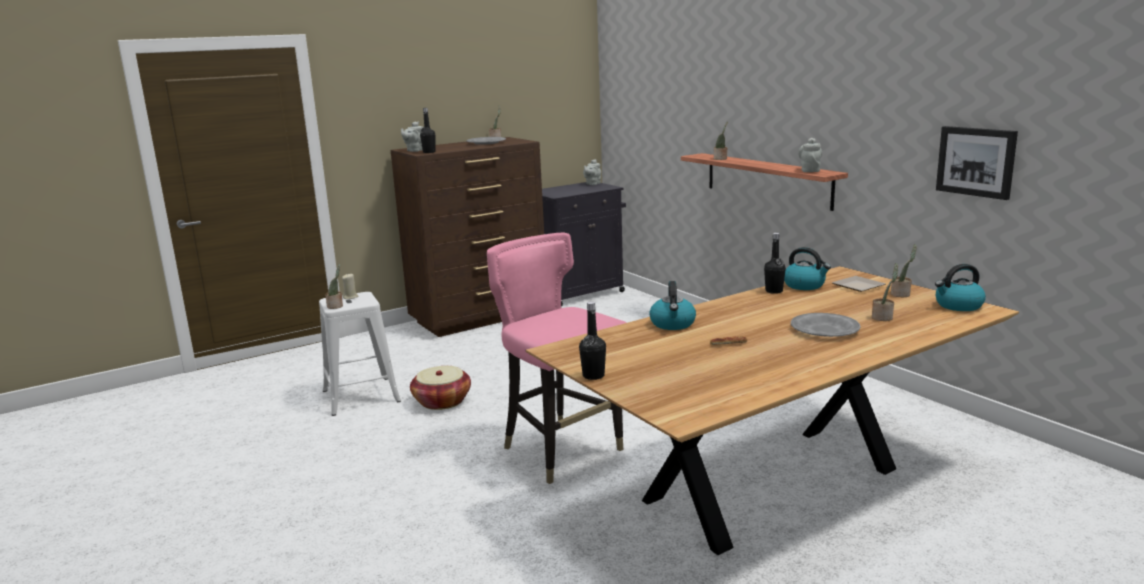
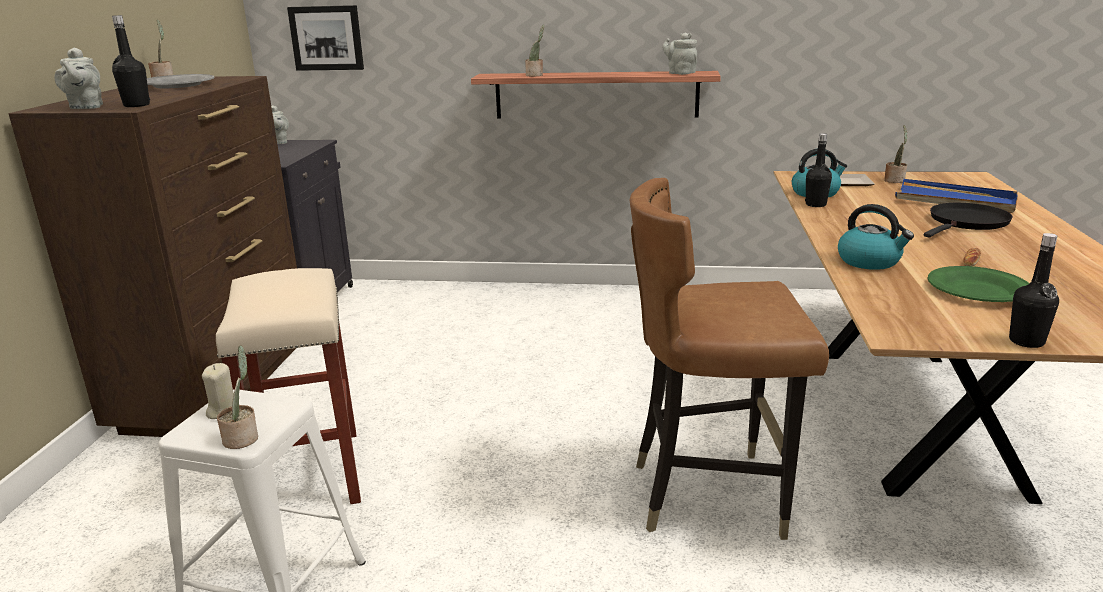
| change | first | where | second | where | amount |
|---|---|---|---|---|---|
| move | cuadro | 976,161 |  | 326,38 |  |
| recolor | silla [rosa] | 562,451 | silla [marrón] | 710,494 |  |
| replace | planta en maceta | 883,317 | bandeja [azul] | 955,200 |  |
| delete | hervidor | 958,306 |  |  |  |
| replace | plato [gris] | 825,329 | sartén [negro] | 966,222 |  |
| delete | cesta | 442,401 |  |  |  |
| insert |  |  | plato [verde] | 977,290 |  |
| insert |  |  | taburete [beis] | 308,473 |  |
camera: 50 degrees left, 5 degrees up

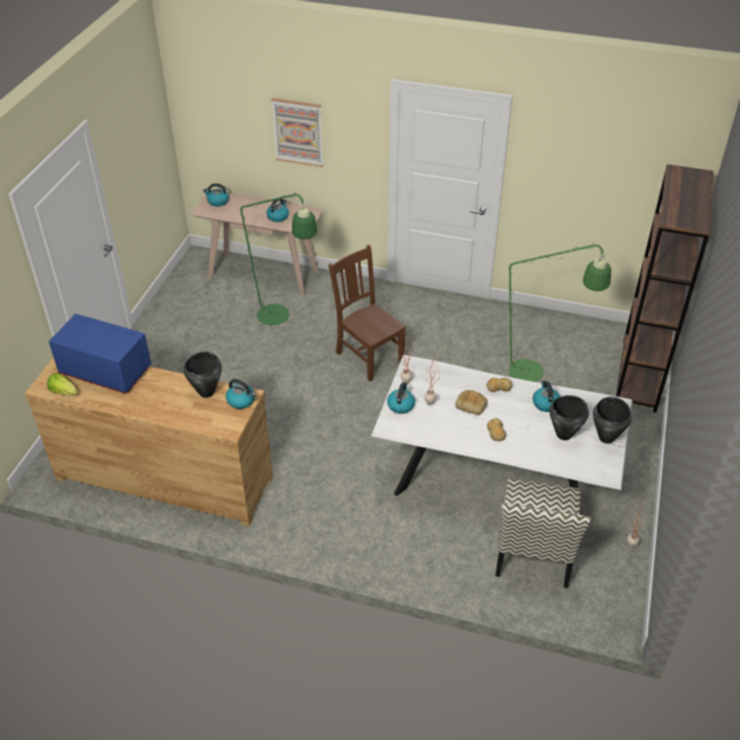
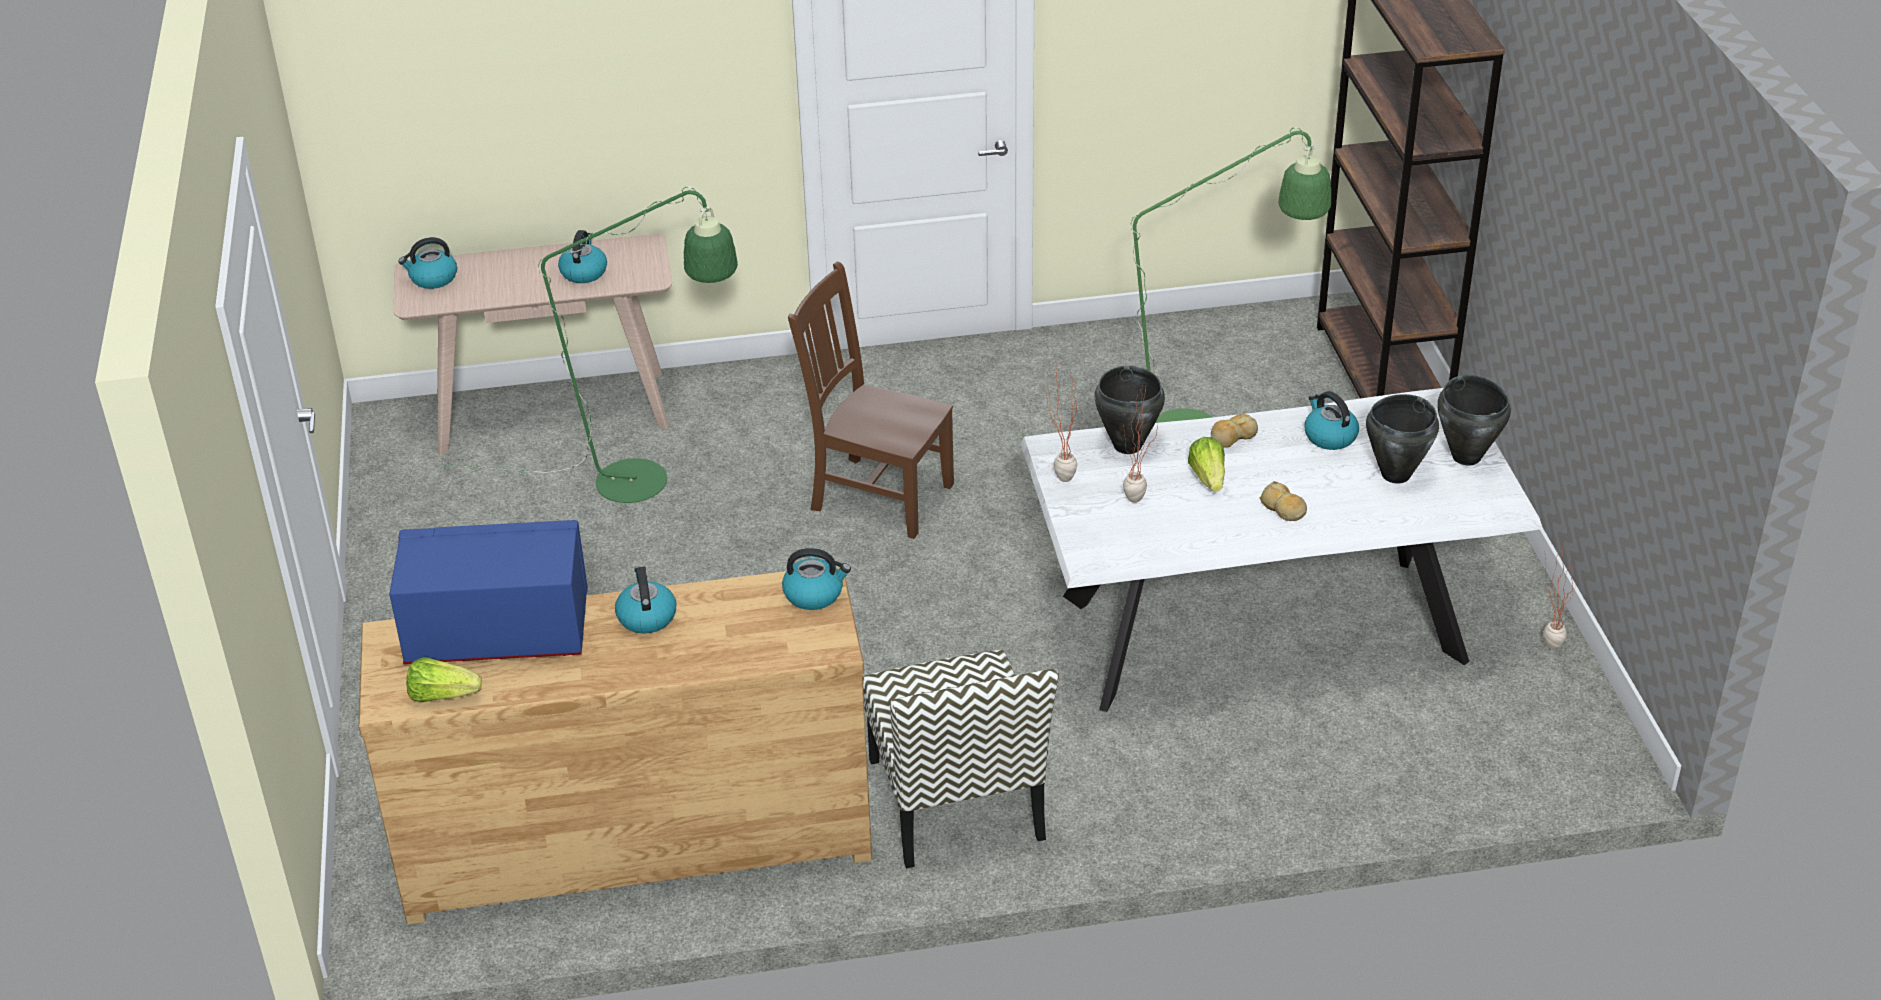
| change | first | where | second | where | amount |
|---|---|---|---|---|---|
| delete | cuadro | 298,132 |  |  |  |
| move | olla [negro] | 206,392 |  | 1127,446 |  |
| move | hervidor | 400,405 |  | 646,617 |  |
| replace | pan | 472,404 | lechuga | 1208,478 |  |
| move | silla | 534,551 |  | 957,801 |  |
camera: 25 degrees left, 5 degrees down

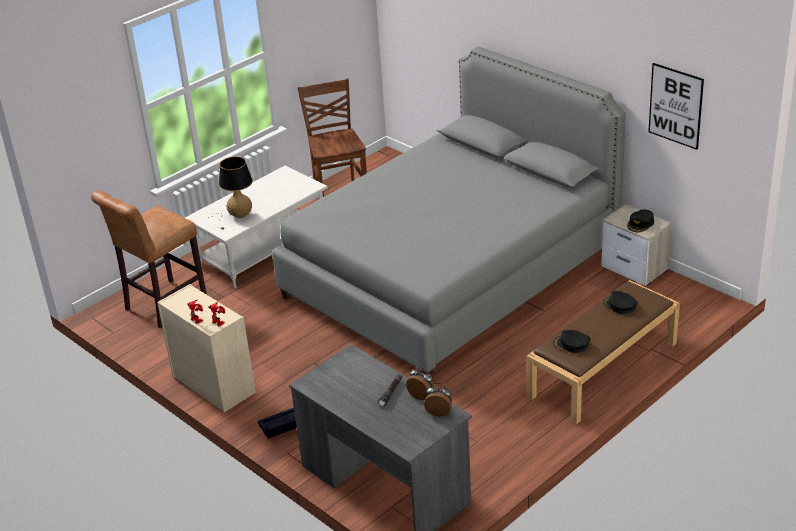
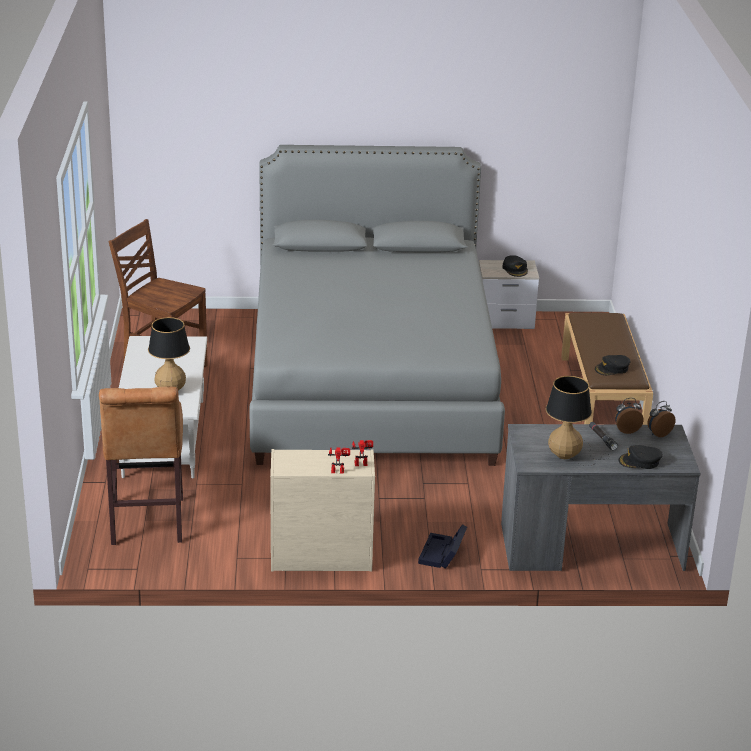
| change | first | where | second | where | amount |
|---|---|---|---|---|---|
| delete | cuadro | 675,106 |  |  |  |
| move | gorra [negro] | 619,306 |  | 640,461 |  |
| insert |  |  | lámpara de mesa | 570,455 |  |
camera: 50 degrees left, 5 degrees down

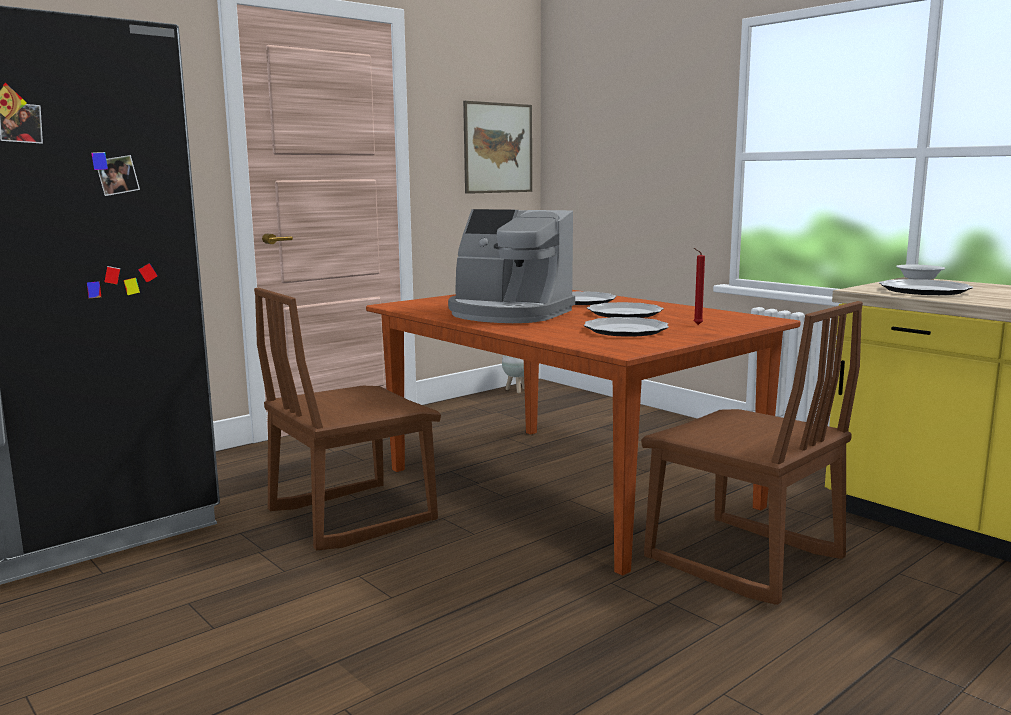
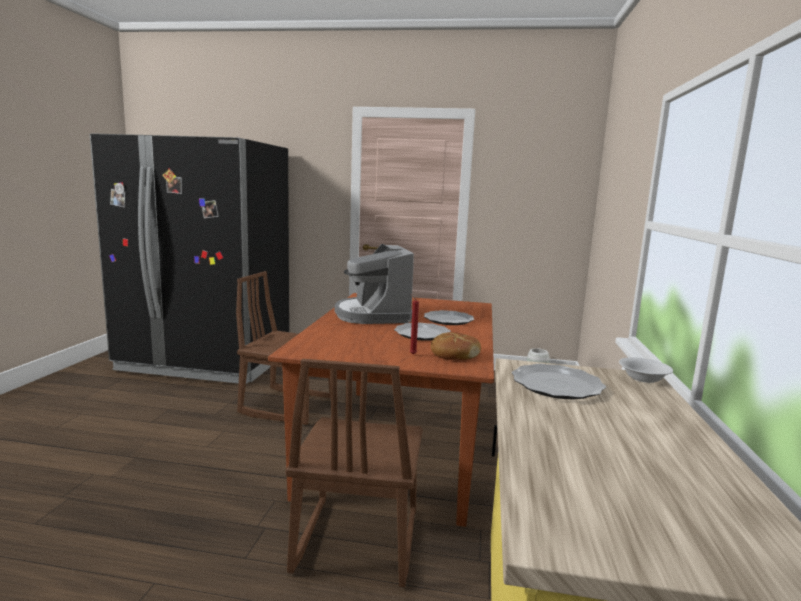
| change | first | where | second | where | amount |
|---|---|---|---|---|---|
| delete | cuadro | 498,148 |  |  |  |
| delete | plato | 625,330 |  |  |  |
| insert |  |  | pan | 454,354 |  |
camera: 50 degrees right, 0 degrees up

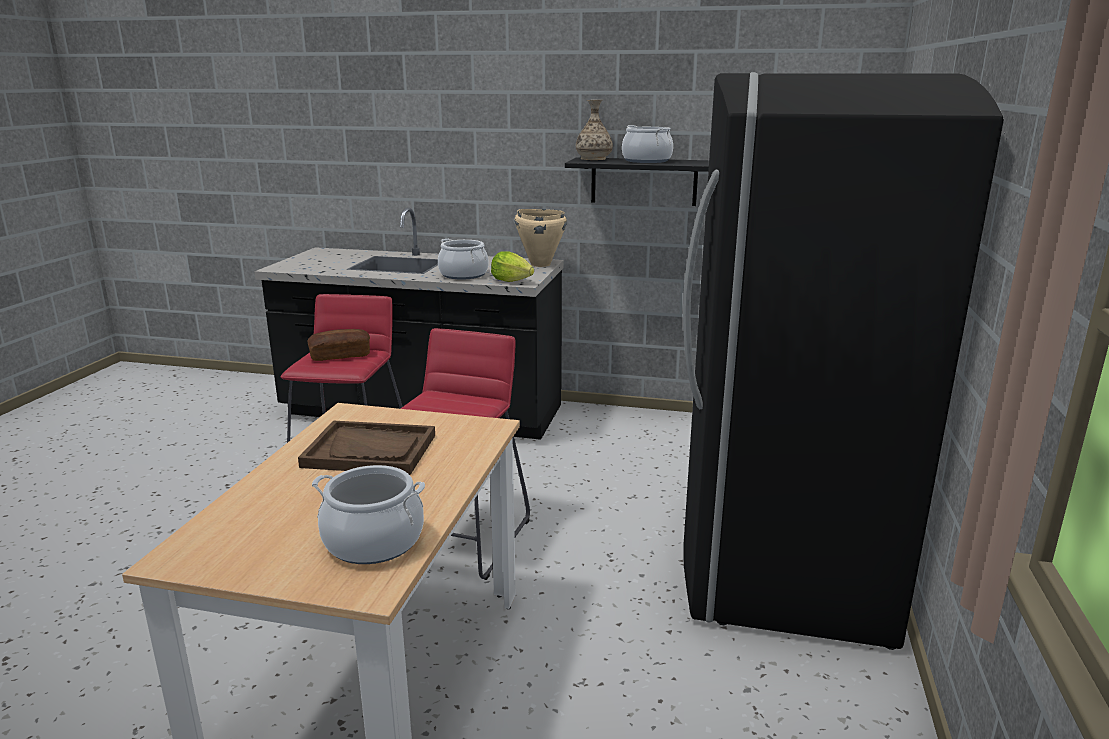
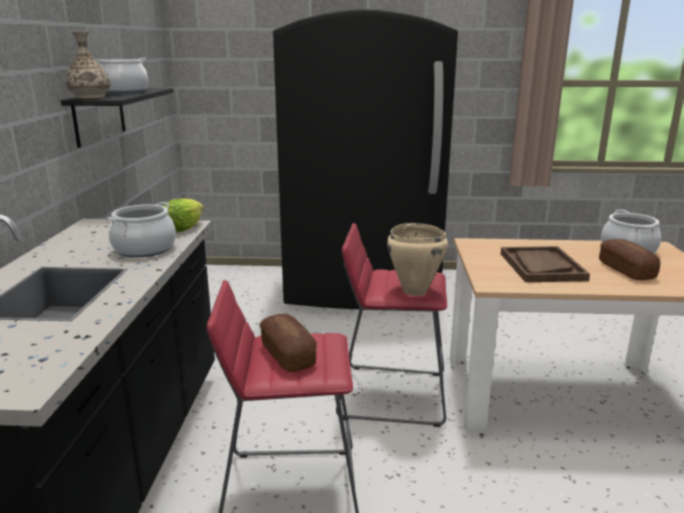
| change | first | where | second | where | amount |
|---|---|---|---|---|---|
| move | olla [beis] | 540,264 |  | 414,291 |  |
| insert |  |  | pan | 626,270 |  |
camera: 100 degrees left, 0 degrees up

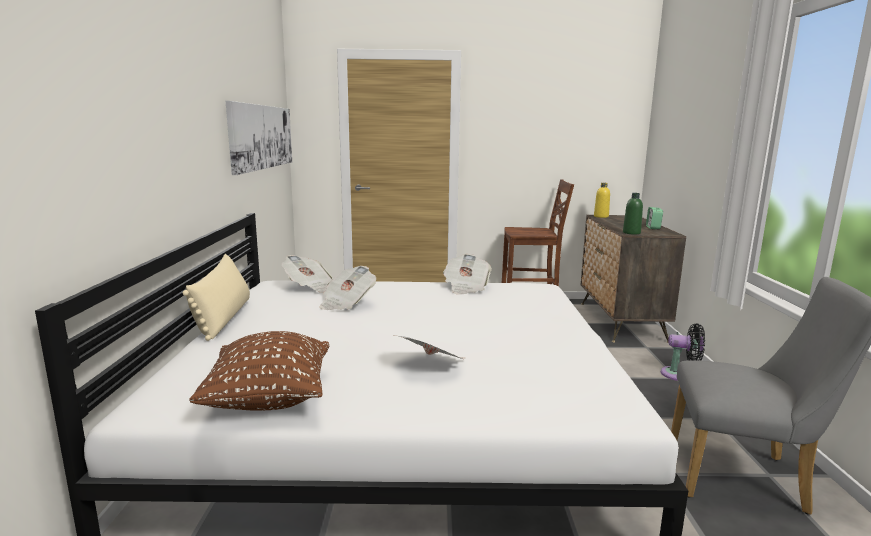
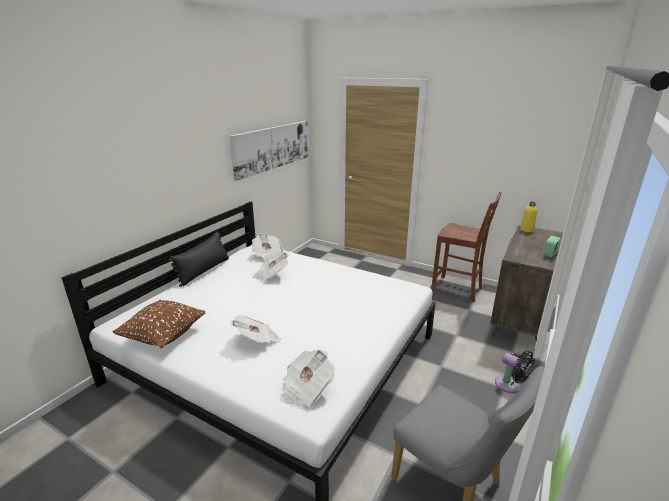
| change | first | where | second | where | amount |
|---|---|---|---|---|---|
| delete | botella [verde] | 631,233 |  |  |  |
| recolor | cojín [beis] | 224,318 | cojín [negro] | 204,271 |  |
| move | periódico | 466,287 |  | 306,390 |  |
camera: 30 degrees right, 10 degrees up

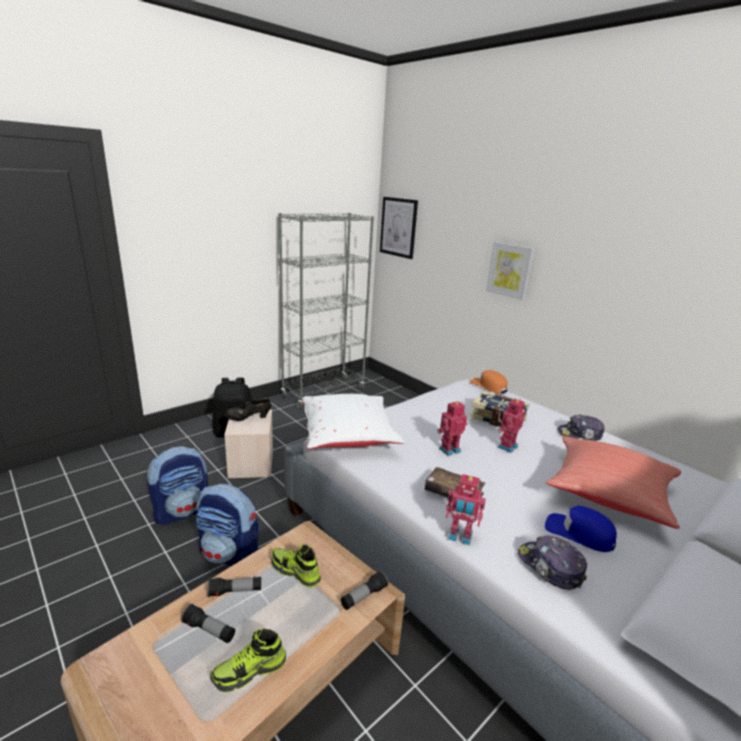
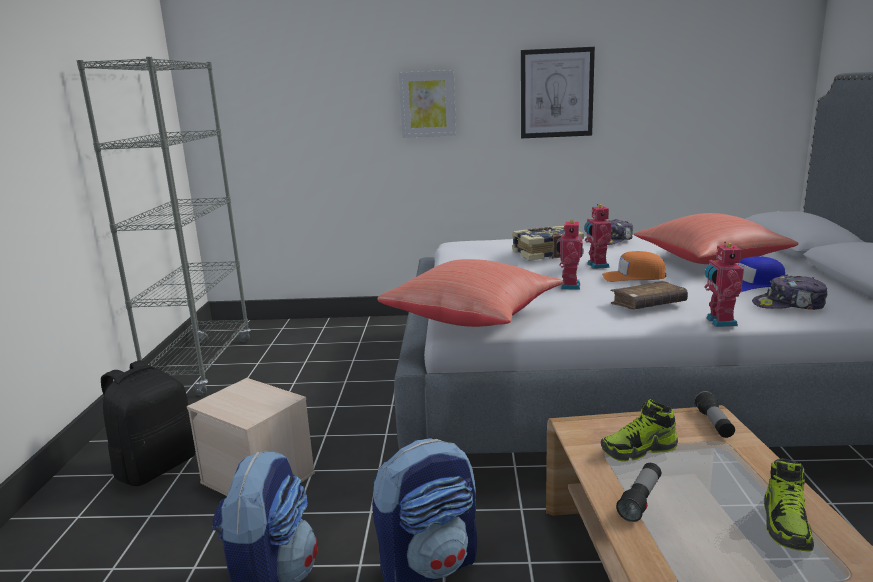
| change | first | where | second | where | amount |
|---|---|---|---|---|---|
| move | cuadro | 398,227 |  | 556,93 |  |
| move | gorra [naranja] | 488,386 |  | 633,277 |  |
| recolor | cojín [blanco] | 348,437 | cojín [rojo] | 474,318 |  |
| delete | zapato [negro] | 248,418 |  |  |  |
| rotate | robot de juguete | 460,537 |  | 719,322 | 120 degrees clockwise |
| delete | linterna | 209,630 |  |  |  |
camera: 45 degrees left, 5 degrees down

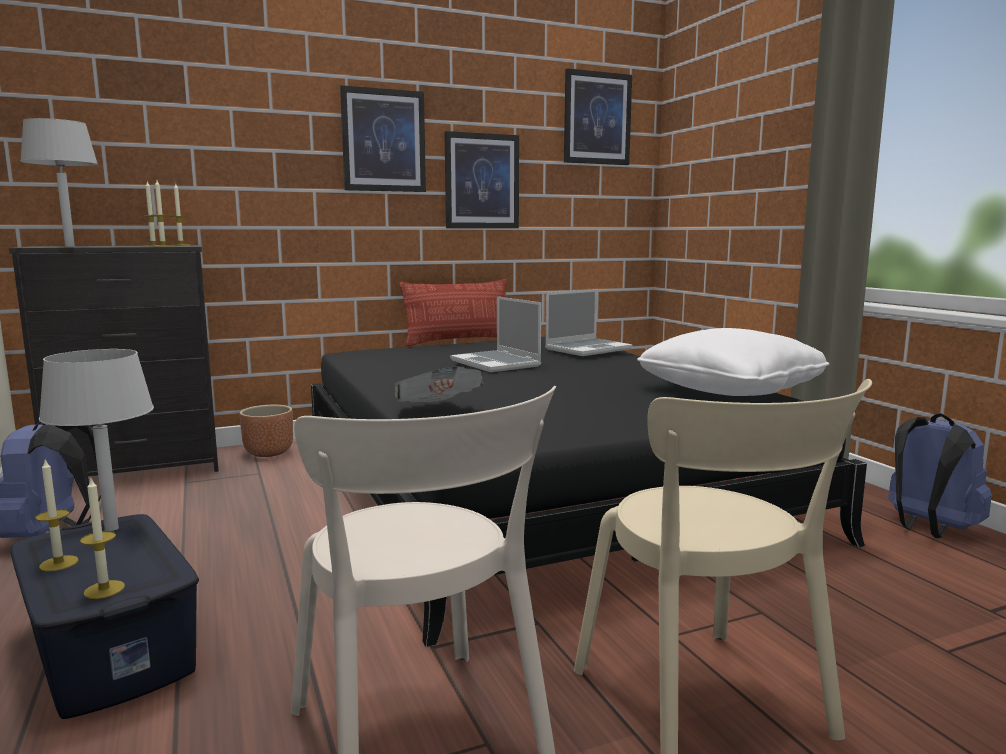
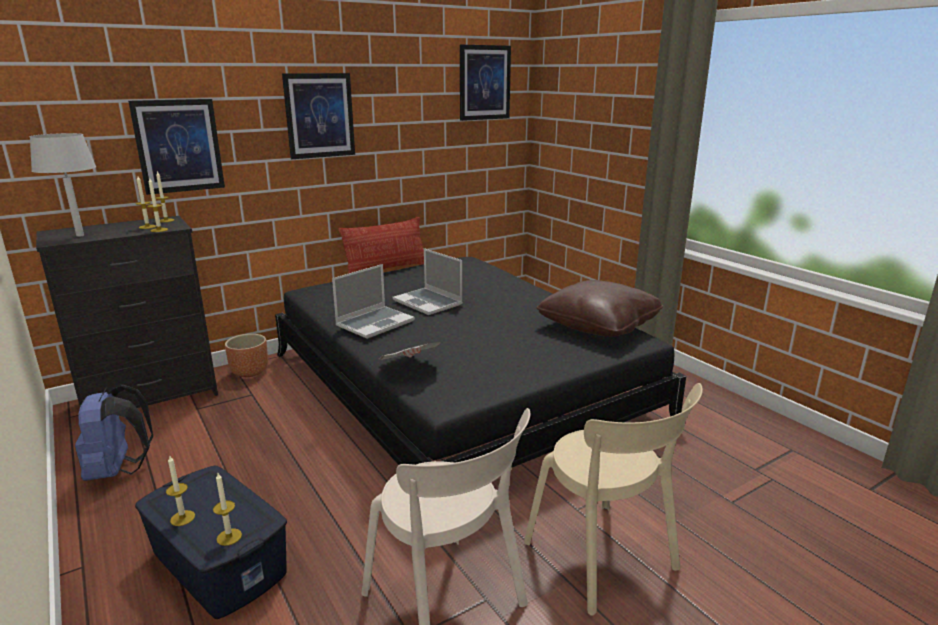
| change | first | where | second | where | amount |
|---|---|---|---|---|---|
| move | cuadro | 482,181 |  | 178,146 |  |
| move | portátil | 588,349 |  | 375,323 |  |
| recolor | cojín [blanco] | 730,390 | cojín [marrón] | 599,325 |  |
| delete | lámpara de mesa [gris] | 111,529 |  |  |  |
| delete | mochila [azul] | 929,529 |  |  |  |
camera: 10 degrees left, 10 degrees up

